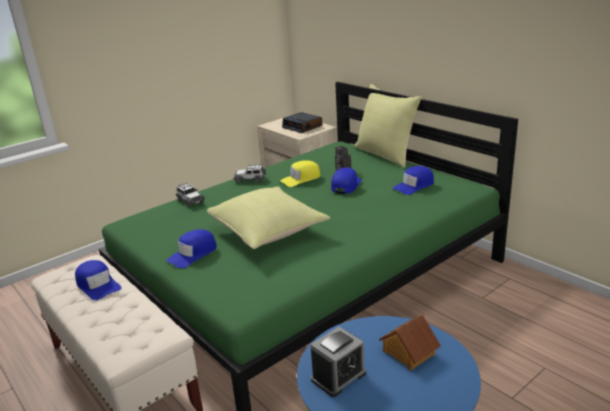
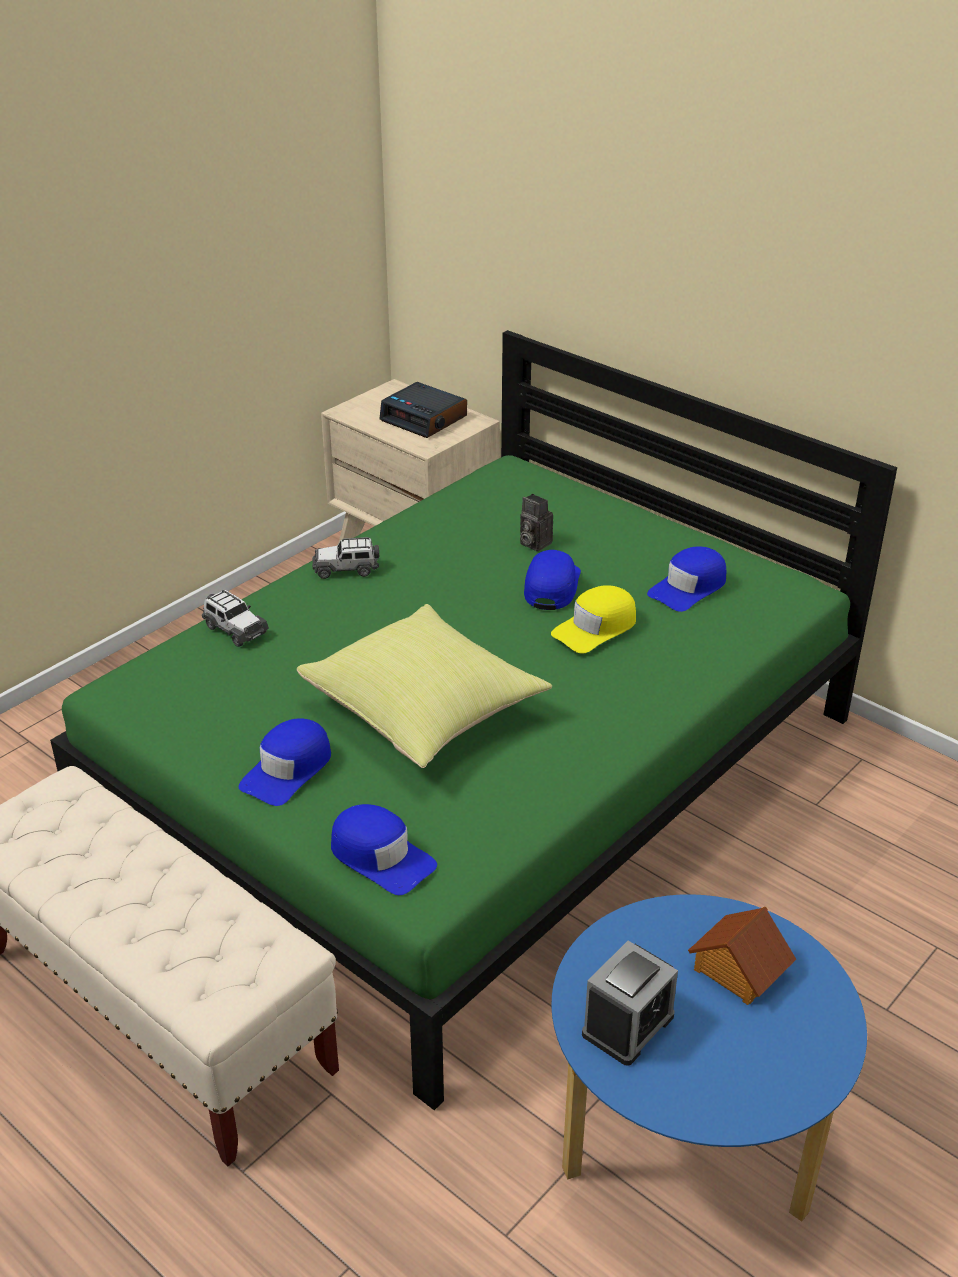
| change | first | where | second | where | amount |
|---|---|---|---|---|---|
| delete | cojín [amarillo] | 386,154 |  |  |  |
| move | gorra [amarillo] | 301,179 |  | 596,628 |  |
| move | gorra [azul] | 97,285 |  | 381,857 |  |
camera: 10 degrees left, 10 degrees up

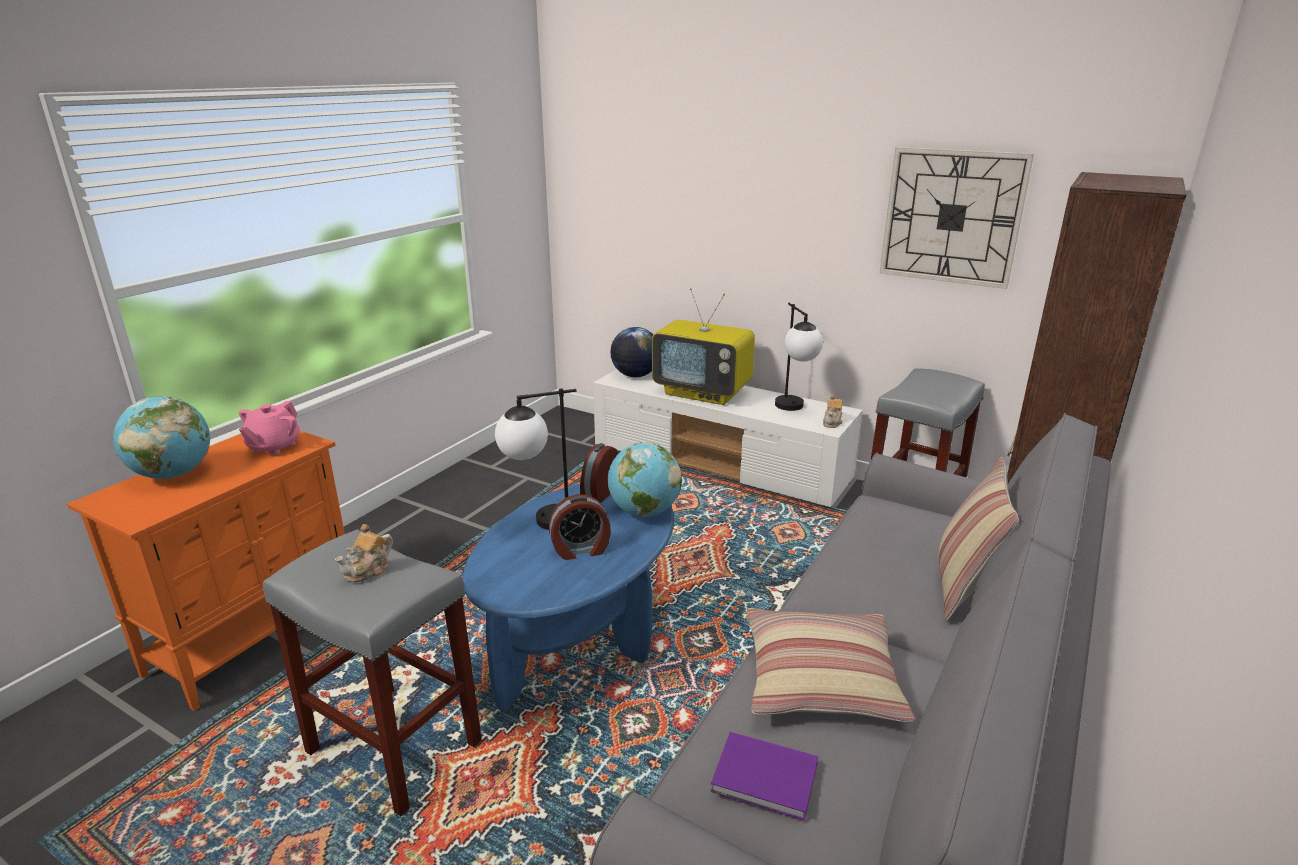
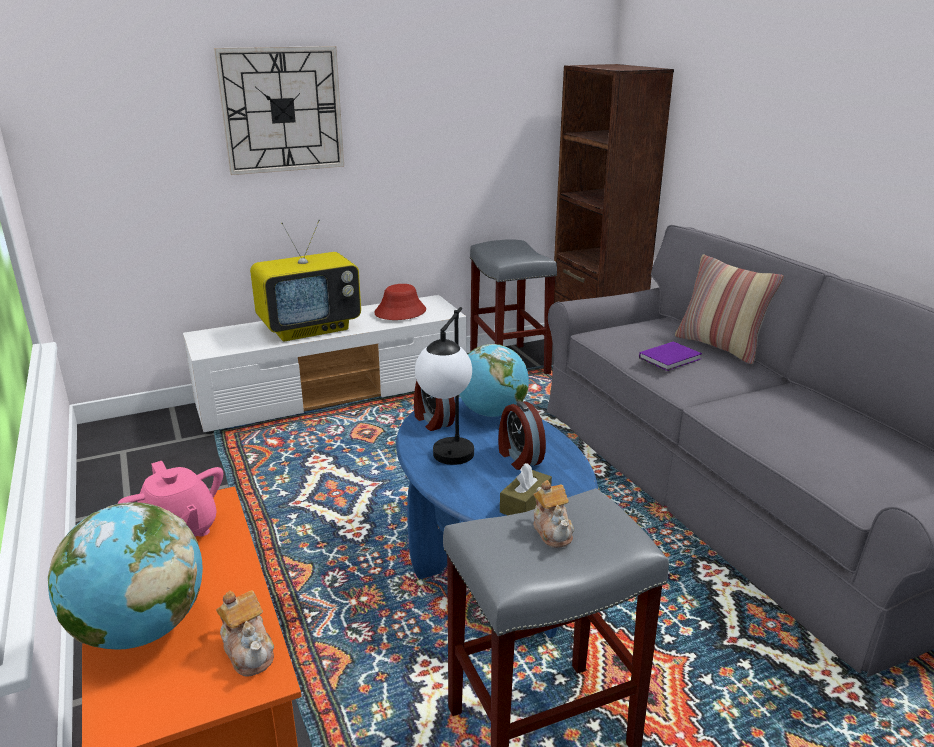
| change | first | where | second | where | amount |
|---|---|---|---|---|---|
| move | reloj de pared | 952,217 |  | 282,110 |  |
| replace | lámpara de mesa | 794,409 | sombrero [rojo] | 400,312 |  |
| delete | globo terráqueo | 635,375 |  |  |  |
| move | tetera | 832,422 |  | 249,650 |  |
| rotate | despertador | 581,550 |  | 518,457 | 135 degrees clockwise |
| delete | cojín | 820,678 |  |  |  |
| move | libro [morado] | 767,780 |  | 671,358 |  |
| insert |  |  | caja de pañuelos [marrón] | 525,504 |  |
camera: 55 degrees left, 0 degrees up

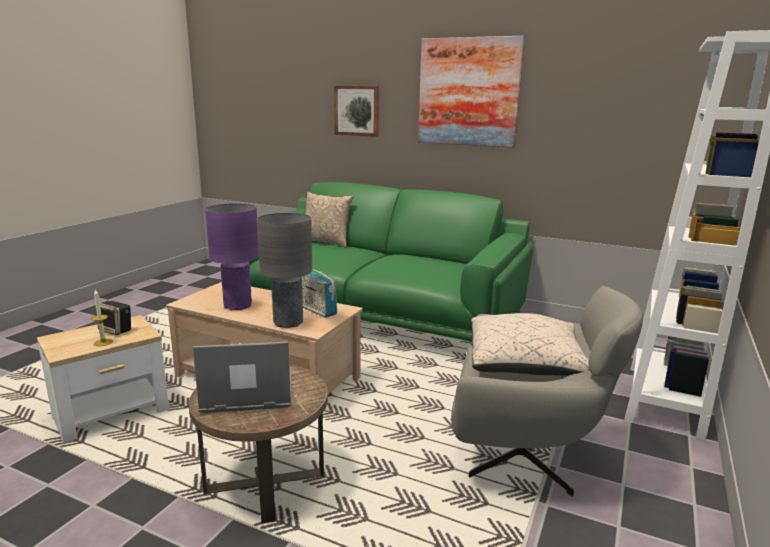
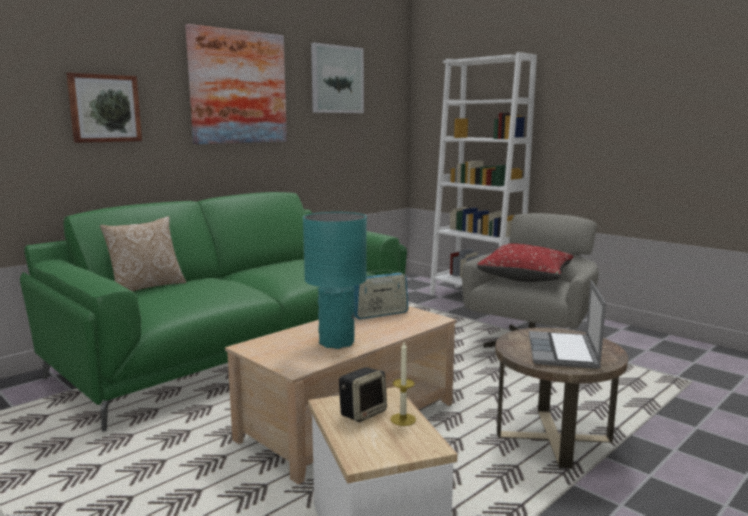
| change | first | where | second | where | amount |
|---|---|---|---|---|---|
| recolor | lámpara de mesa [morado] | 238,306 | lámpara de mesa [turquesa] | 337,342 |  |
| delete | lámpara de mesa [gris] | 288,323 |  |  |  |
| recolor | cojín [beis] | 525,364 | cojín [rojo] | 526,277 |  |
| insert |  |  | cuadro | 337,79 |  |
camera: 70 degrees left, 5 degrees down

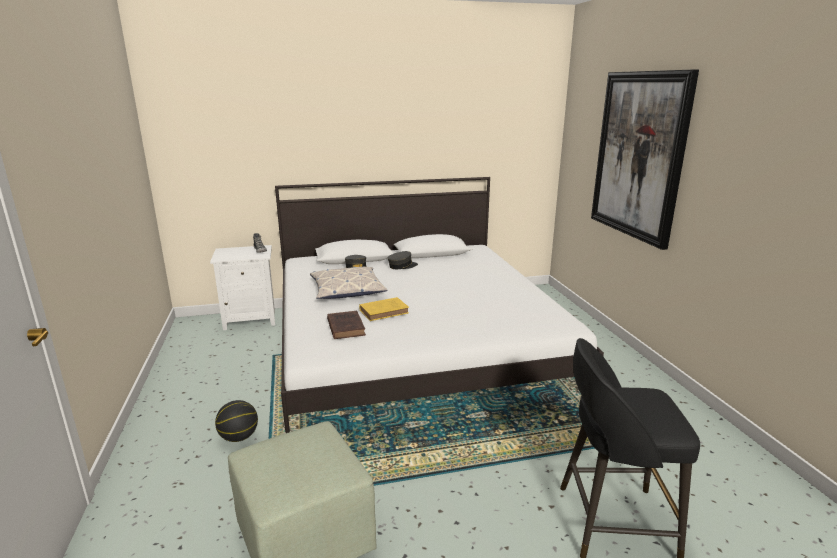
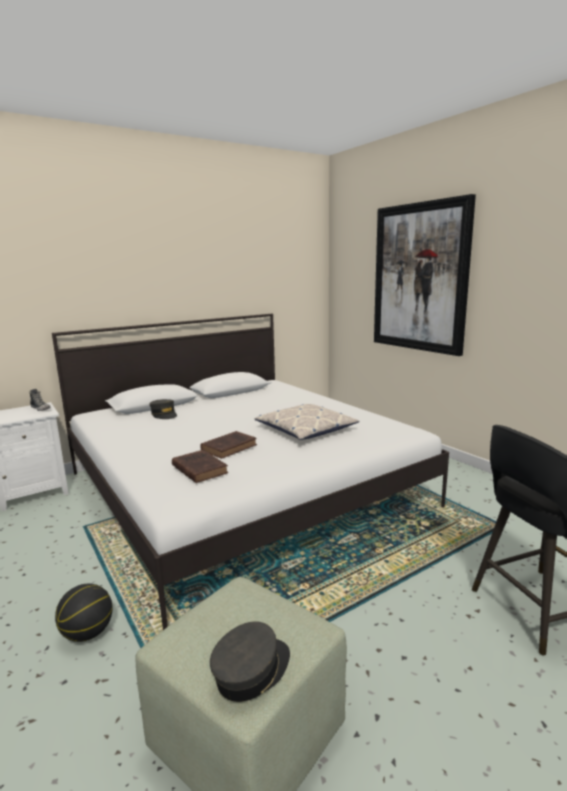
| change | first | where | second | where | amount |
|---|---|---|---|---|---|
| move | gorra [gris] | 402,266 |  | 251,671 |  |
| move | cojín | 347,290 |  | 305,429 |  |
| recolor | libro [amarillo] | 385,311 | libro [marrón] | 230,447 |  |
camera: 20 degrees left, 5 degrees down

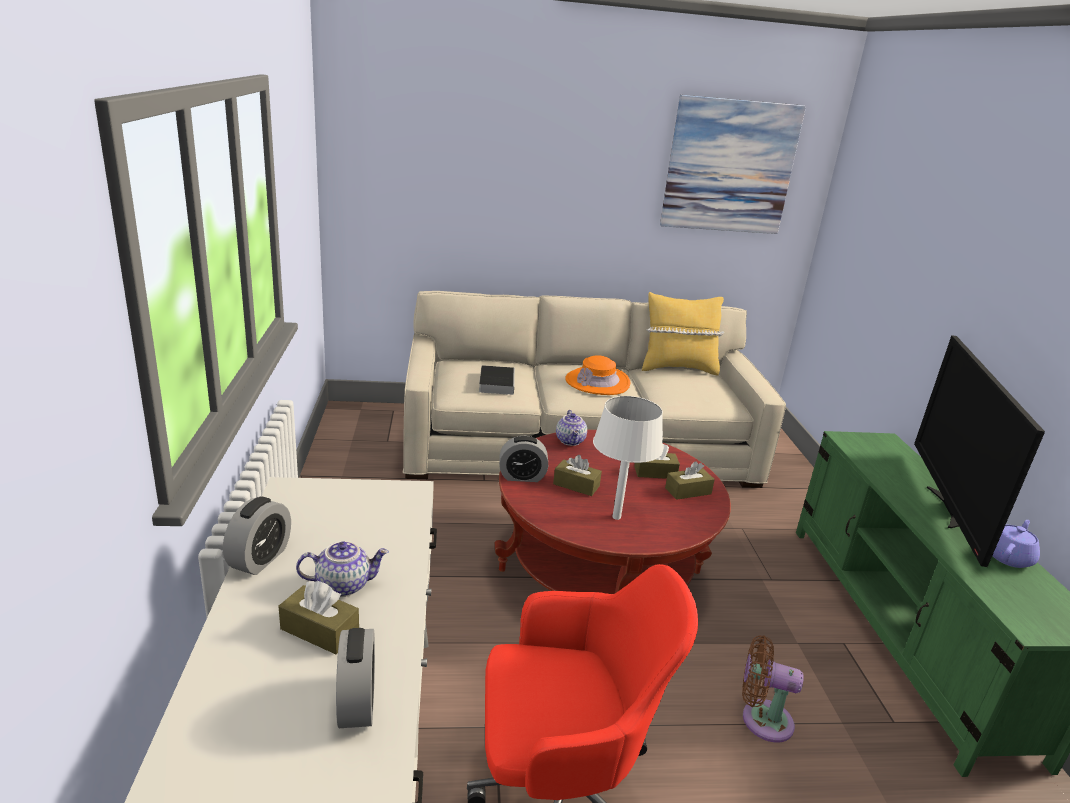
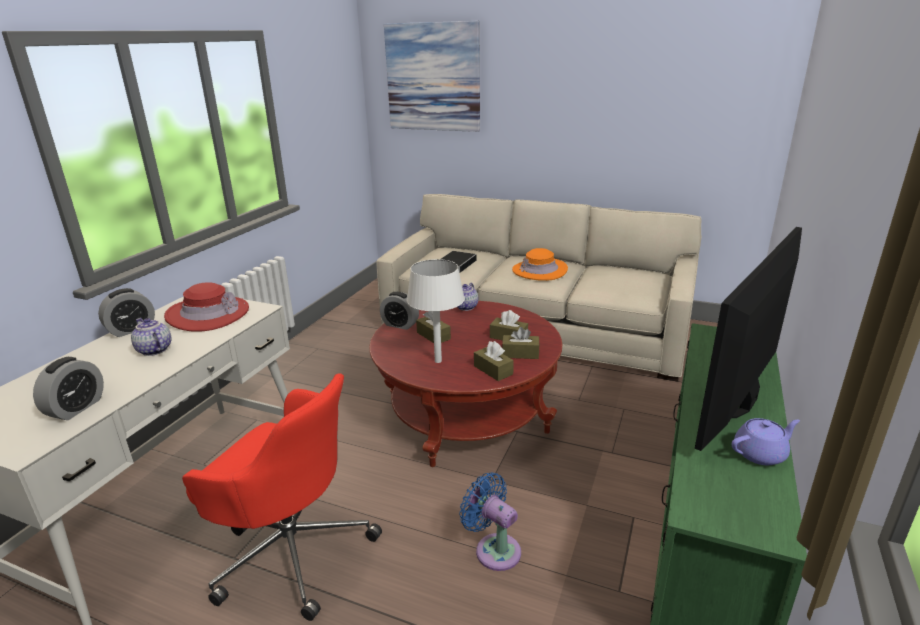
| change | first | where | second | where | amount |
|---|---|---|---|---|---|
| move | cuadro | 729,166 |  | 433,77 |  |
| delete | cojín [amarillo] | 677,368 |  |  |  |
| rotate | tetera | 344,584 |  | 153,350 | 150 degrees counterclockwise |
| move | caja de pañuelos [marrón] | 319,630 |  | 493,370 |  |
| recolor | ventilador [marrón] | 761,719 | ventilador [azul] | 494,549 |  |
| insert |  |  | sombrero [rojo] | 208,314 |  |
camera: 30 degrees right, 0 degrees up

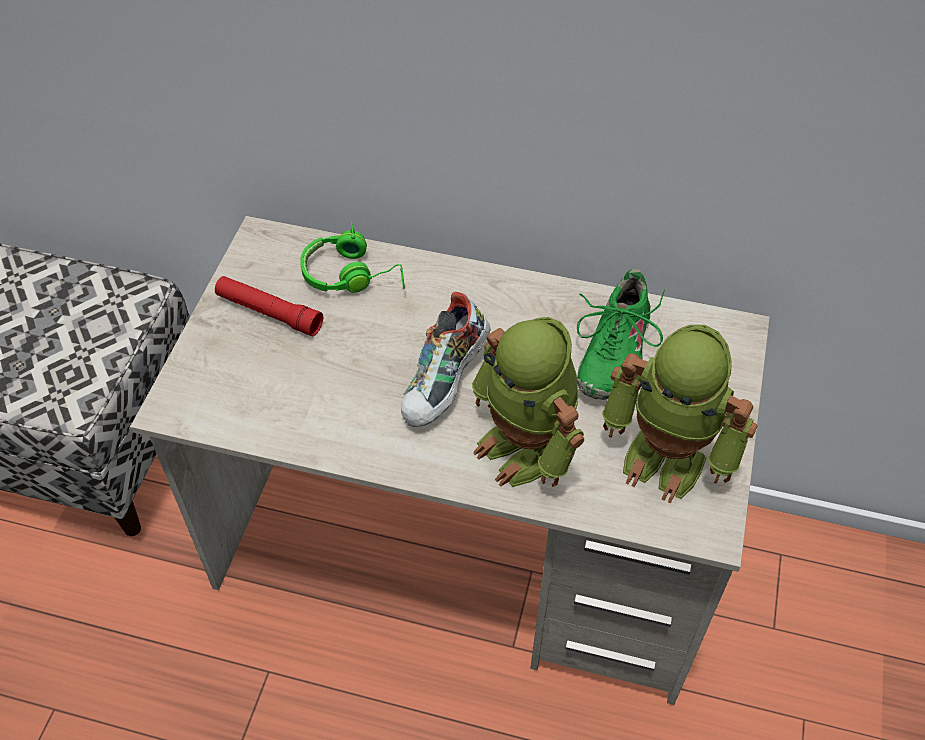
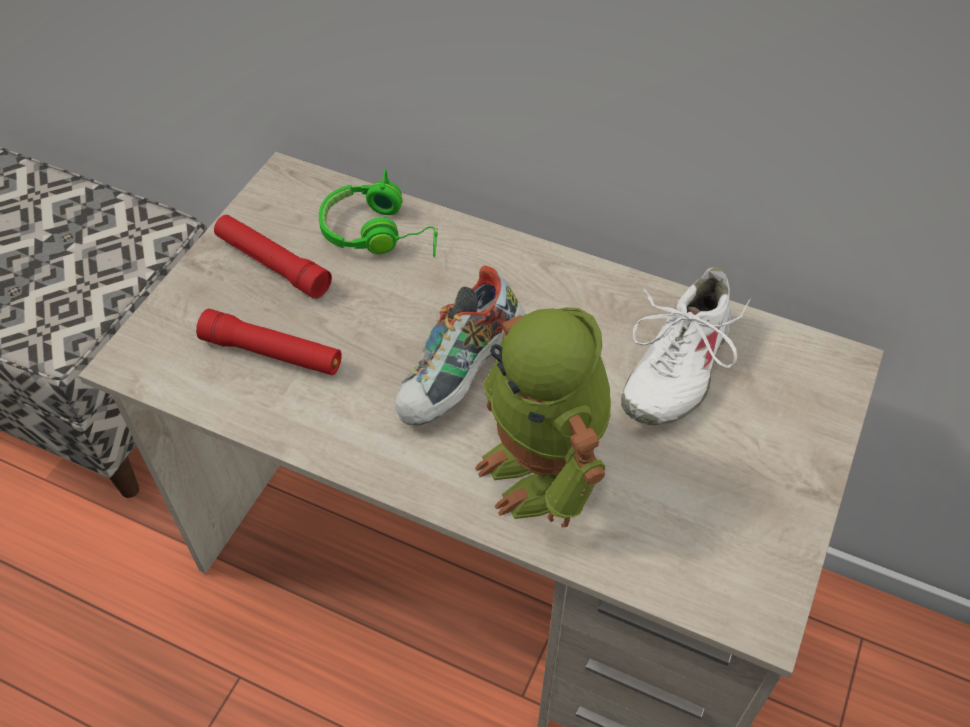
| change | first | where | second | where | amount |
|---|---|---|---|---|---|
| recolor | zapato [verde] | 613,351 | zapato [blanco] | 675,367 |  |
| delete | robot de juguete | 667,457 |  |  |  |
| insert |  |  | linterna [rojo] | 272,353 |  |
camera: 10 degrees right, 0 degrees up

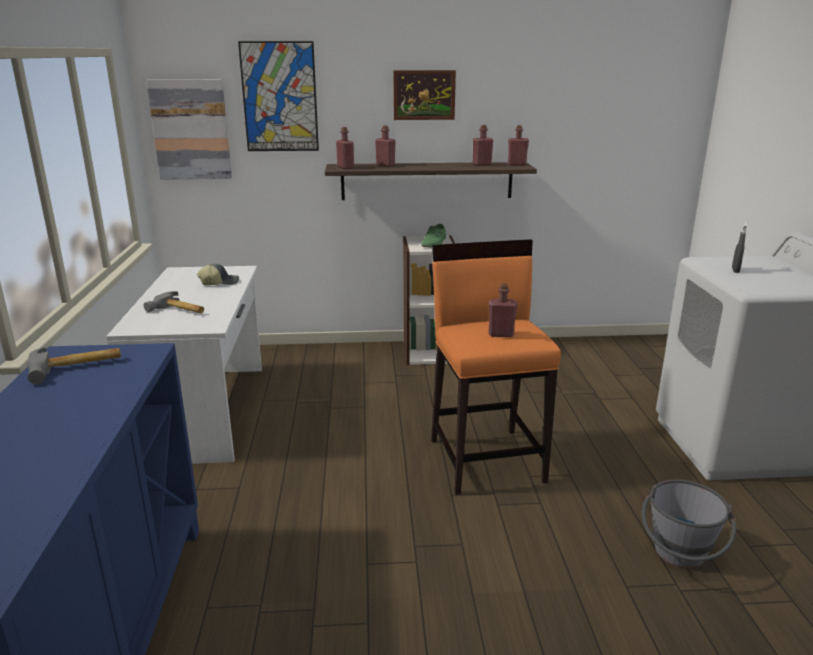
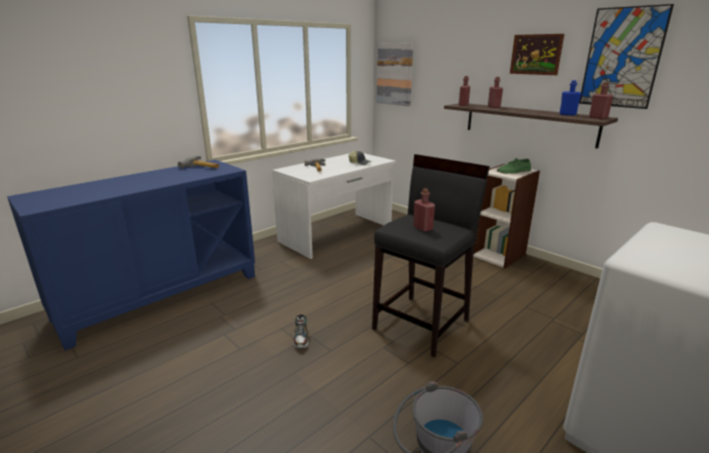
| change | first | where | second | where | amount |
|---|---|---|---|---|---|
| move | cuadro | 279,97 |  | 622,58 |  |
| recolor | botella [rojo] | 482,164 | botella [azul] | 567,114 |  |
| delete | pulverizador [gris] | 735,270 |  |  |  |
| recolor | taburete [naranja] | 487,459 | taburete [negro] | 422,324 |  |
| insert |  |  | zapato | 301,339 |  |
camera: 50 degrees right, 0 degrees up

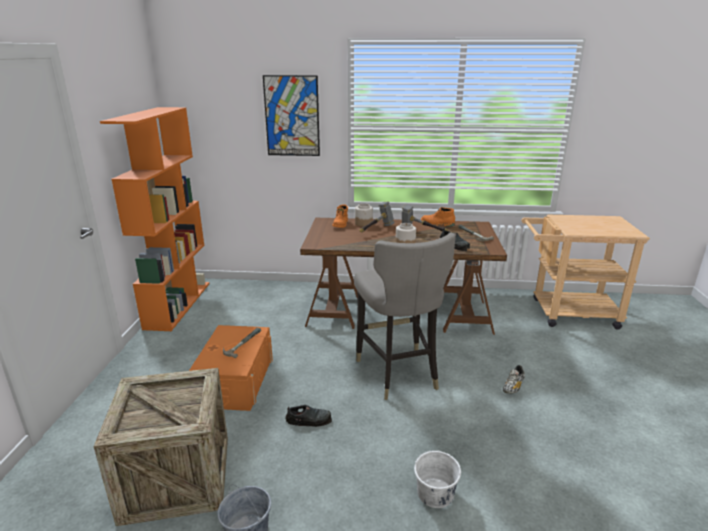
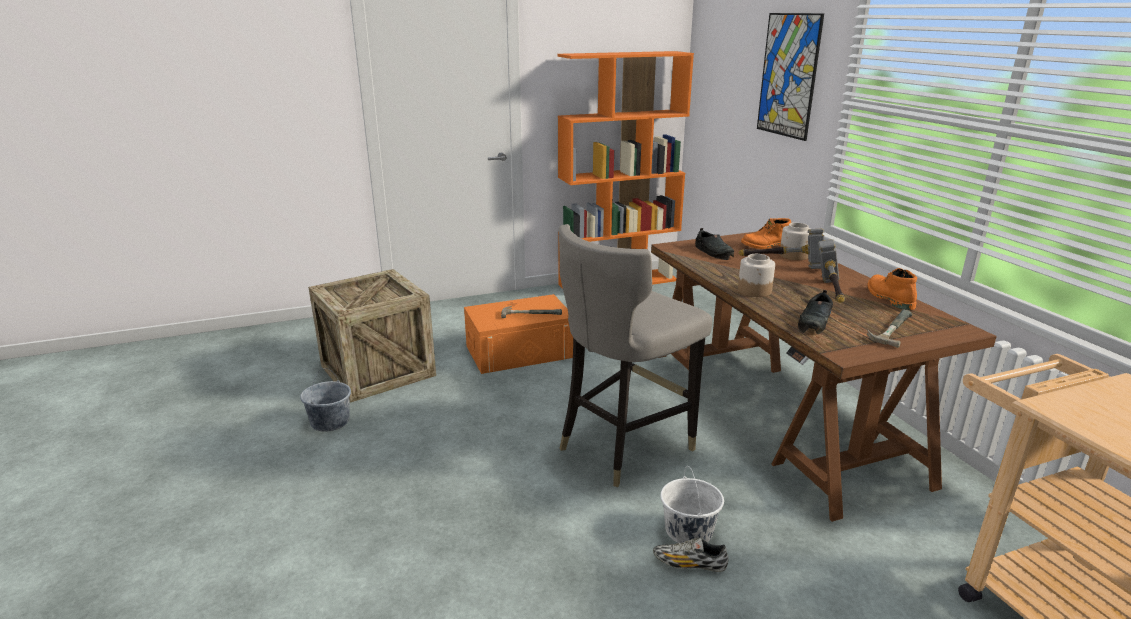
| change | first | where | second | where | amount |
|---|---|---|---|---|---|
| move | zapato [negro] | 309,420 |  | 714,251 |  |
| move | cubo [blanco] | 435,493 |  | 689,531 |  |
camera: 65 degrees right, 0 degrees up

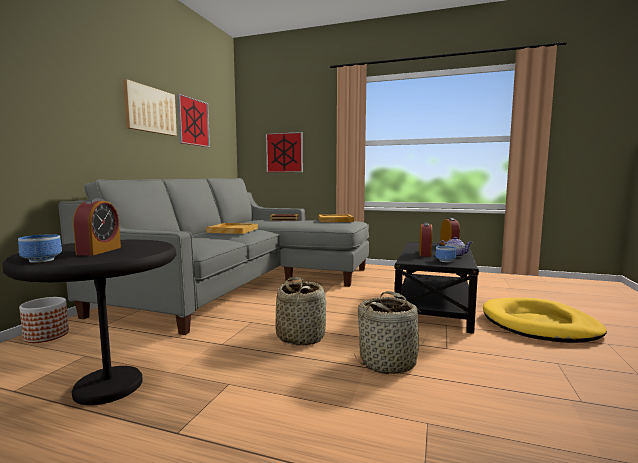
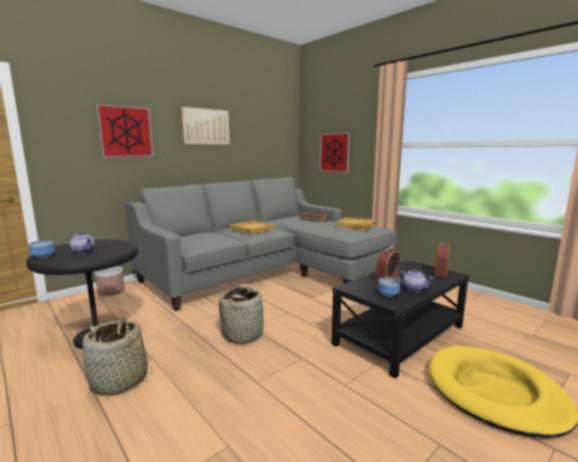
| change | first | where | second | where | amount |
|---|---|---|---|---|---|
| move | cuadro | 193,122 |  | 126,131 |  |
| replace | despertador | 99,251 | tetera | 83,251 |  |
| move | cesta | 388,362 |  | 120,381 |  |
camera: 30 degrees right, 5 degrees up

